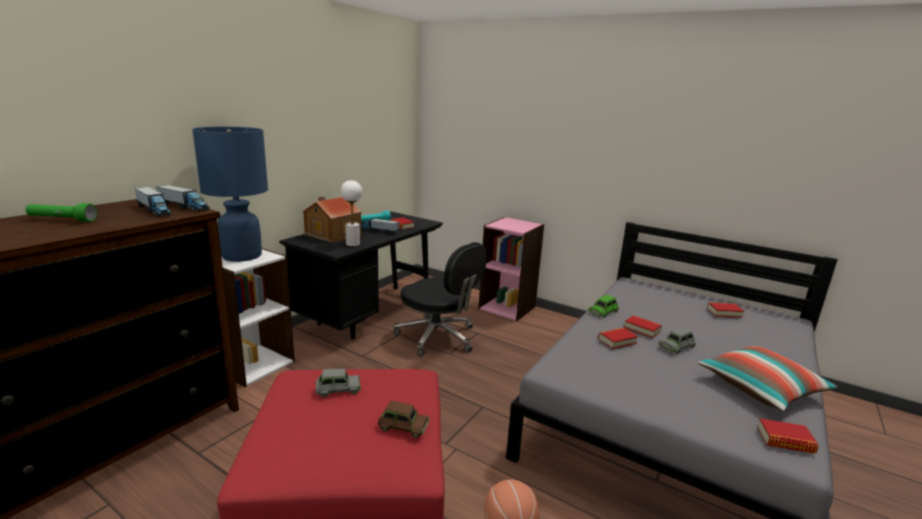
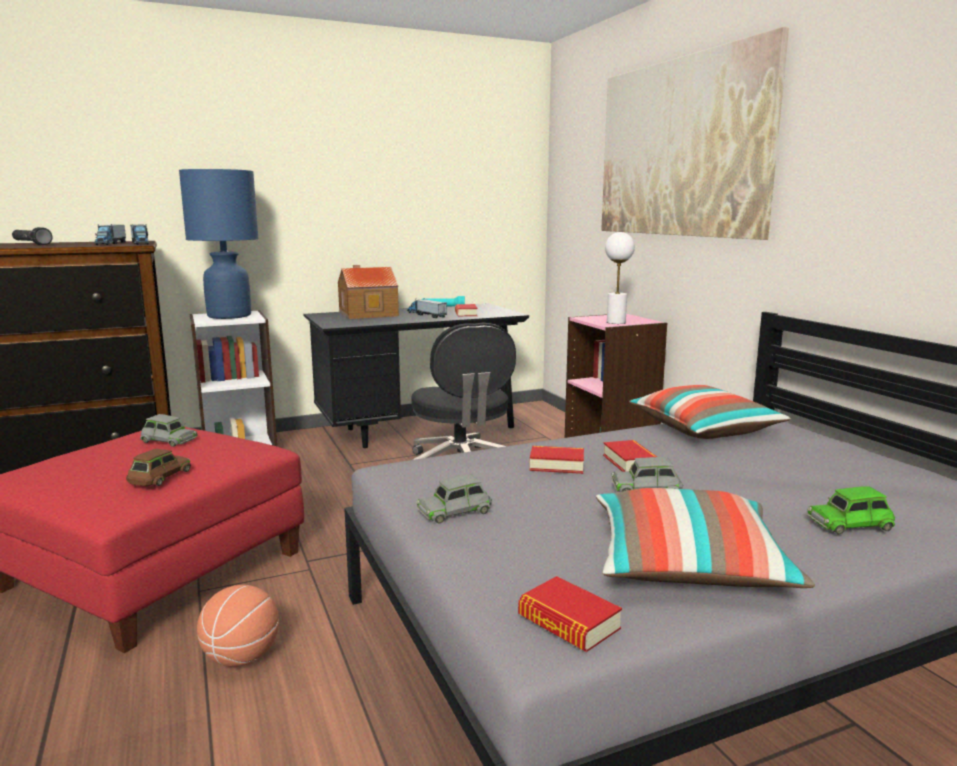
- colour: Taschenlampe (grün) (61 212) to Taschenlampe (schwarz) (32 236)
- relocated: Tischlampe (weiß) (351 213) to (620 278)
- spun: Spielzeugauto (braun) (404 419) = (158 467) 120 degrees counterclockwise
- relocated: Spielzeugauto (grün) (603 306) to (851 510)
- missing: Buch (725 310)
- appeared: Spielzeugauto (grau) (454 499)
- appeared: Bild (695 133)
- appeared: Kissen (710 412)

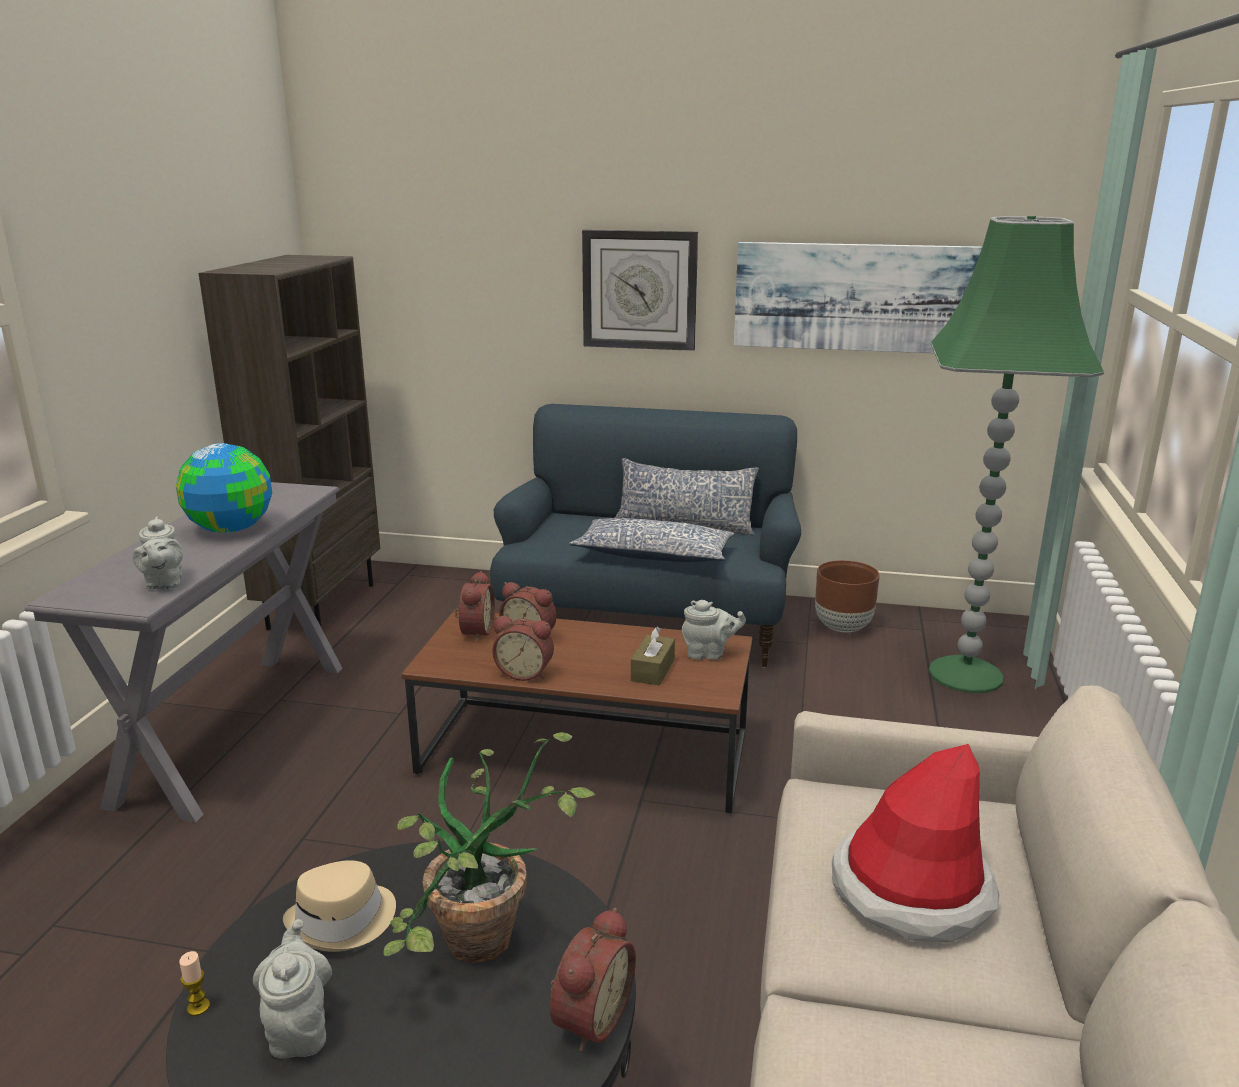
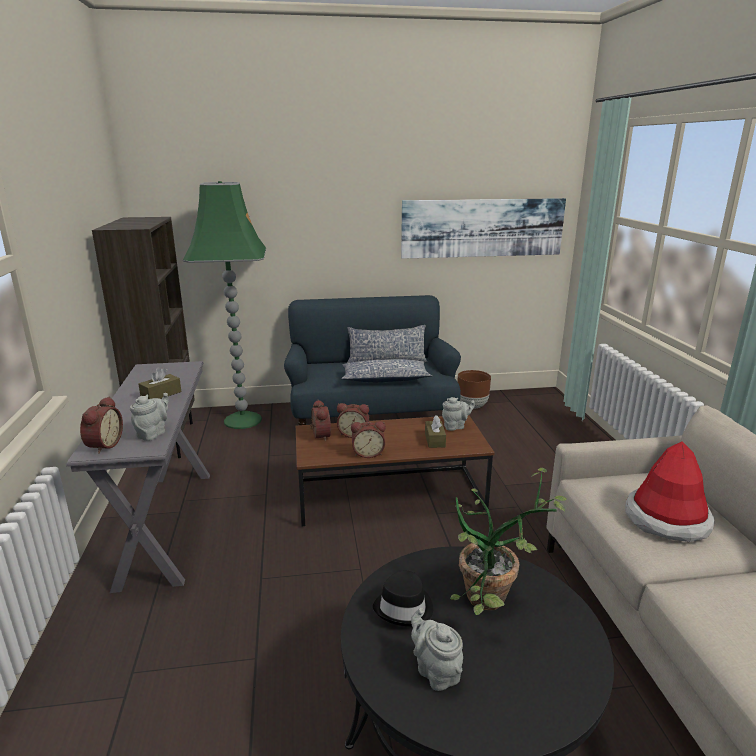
- spun: Teekanne (grau) (157 552) = (149 417) 120 degrees counterclockwise
- exchanged: Globus (224 488) to Taschentuchbox (braun) (159 383)
- missing: Kerze (194 983)
- colour: Hut (beige) (339 906) to Hut (schwarz) (403 598)
- relocated: Wecker (593 980) to (101 425)
- missing: Wanduhr (640 290)
- relocated: Stehlampe (grün) (1016 454) to (224 305)

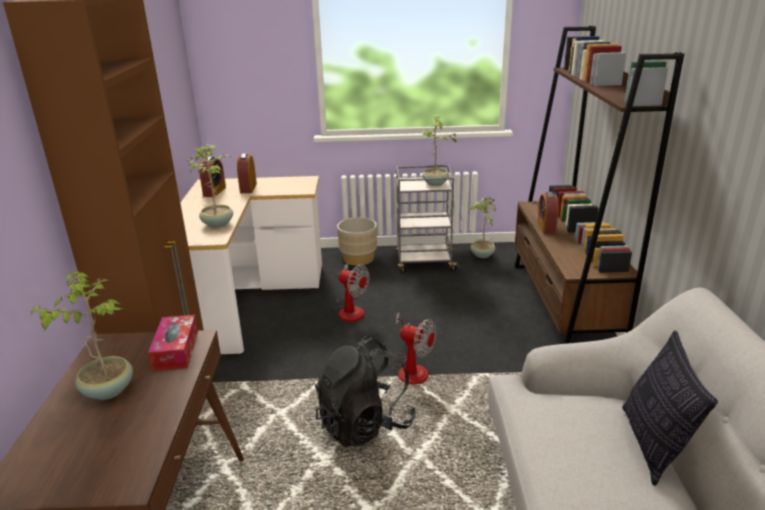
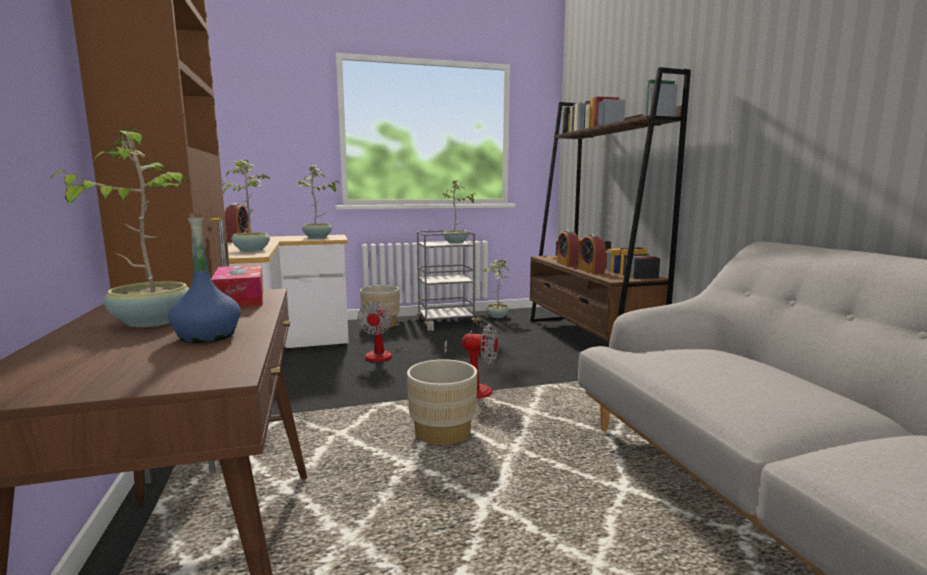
- relocated: Wecker (247 173) to (592 254)
- exchanged: Rucksack (schwarz) (365 391) to Pflanzkübel (beige) (442 402)
- spun: Ventilator (353 292) = (396 331) 75 degrees clockwise
- missing: Kissen (670 408)
- appeared: Flasche (blau) (204 278)
- appeared: Topfpflanze (318 202)

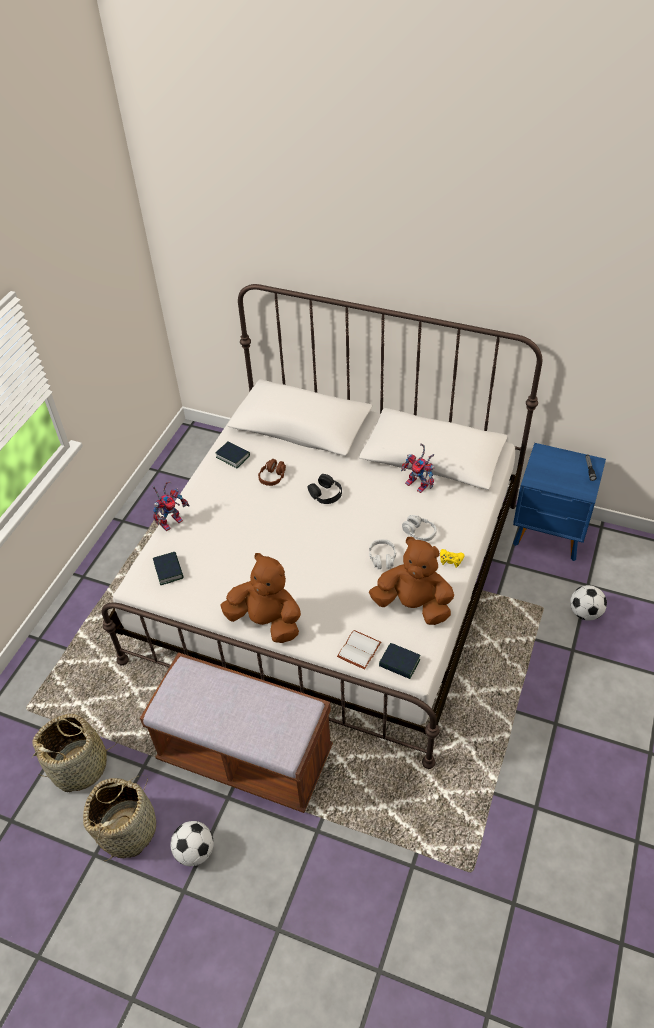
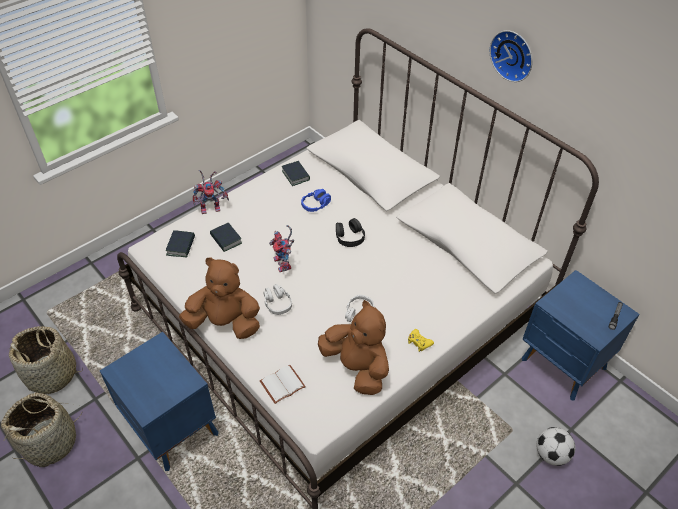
- exchanged: Bank (braun) (236 732) to Nachttisch (blau) (159 401)
- missing: Fußball (192 843)
- spun: Plüschtier (braun) (260 598) = (219 298) 45 degrees counterclockwise
- colour: Kopfhörer (braun) (272 472) to Kopfhörer (blau) (316 200)
- relocated: Buch (399 661) to (226 237)
- relocated: Spielzeugroboter (418 468) to (281 248)
- relocated: Kopfhörer (grau) (419 528) to (277 299)
- appeared: Wanduhr (511 56)

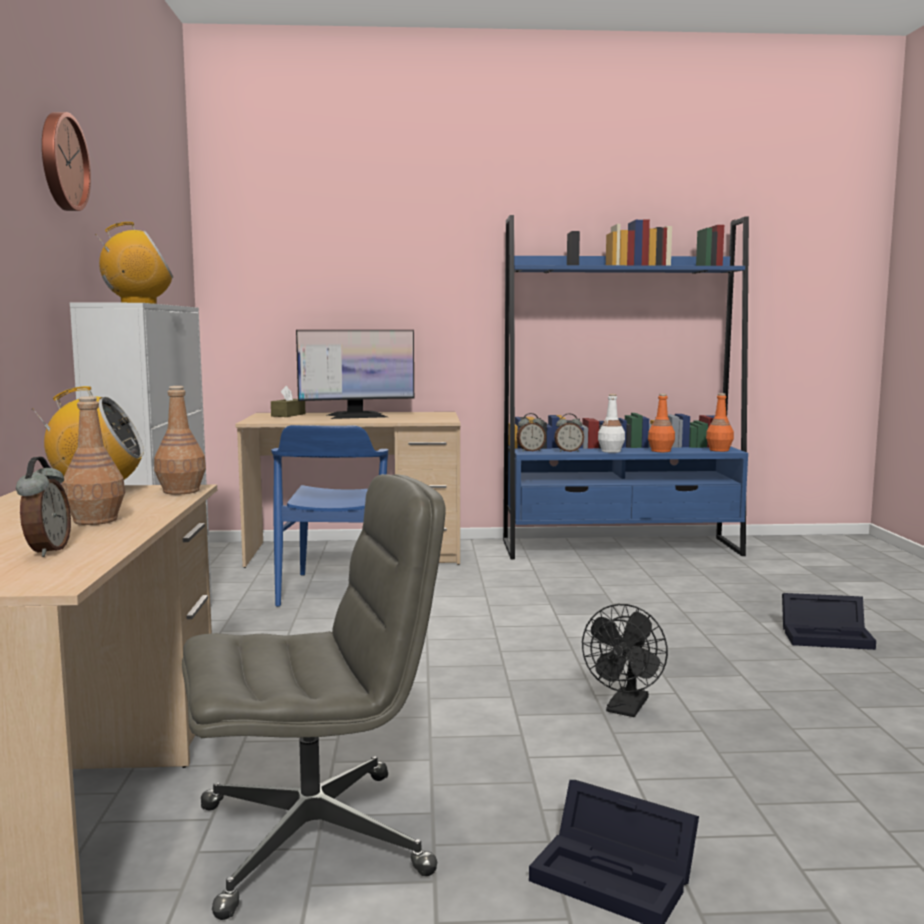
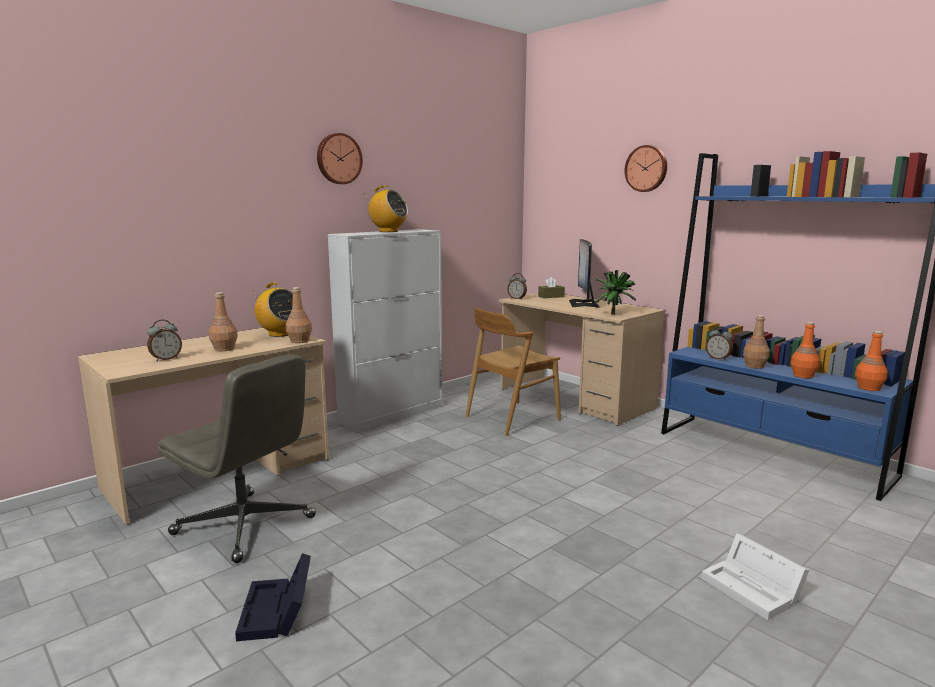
- colour: Stuhl (blau) (329 516) to Stuhl (braun) (513 372)
- spun: Monitor (355 374) = (584 273) 60 degrees clockwise
- relocated: Wecker (531 432) to (517 286)
- missing: Ventilator (schwarz) (625 660)
- colour: Flasche (weiß) (611 423) to Flasche (braun) (756 342)
- colour: Aufbewahrungsbox (schwarz) (829 621) to Aufbewahrungsbox (weiß) (755 576)
- appeared: Topfpflanze (616 292)
- appeared: Wanduhr (646 168)

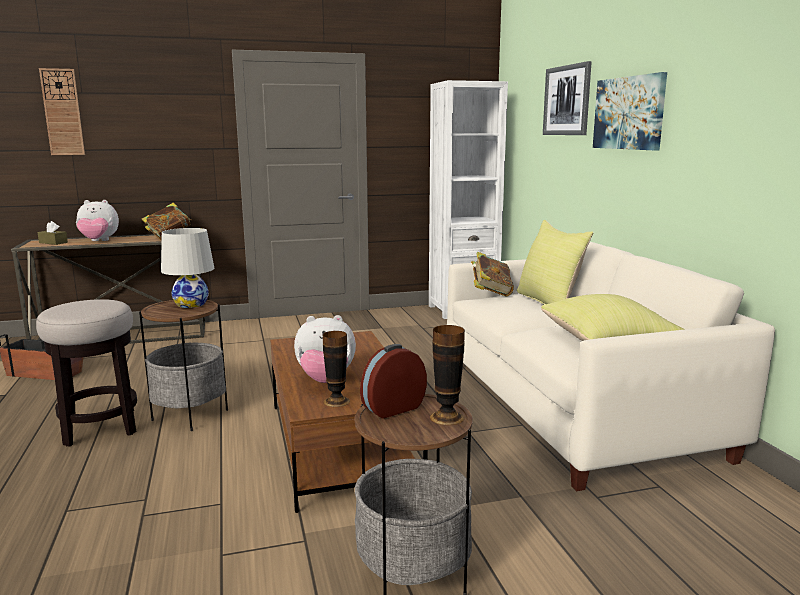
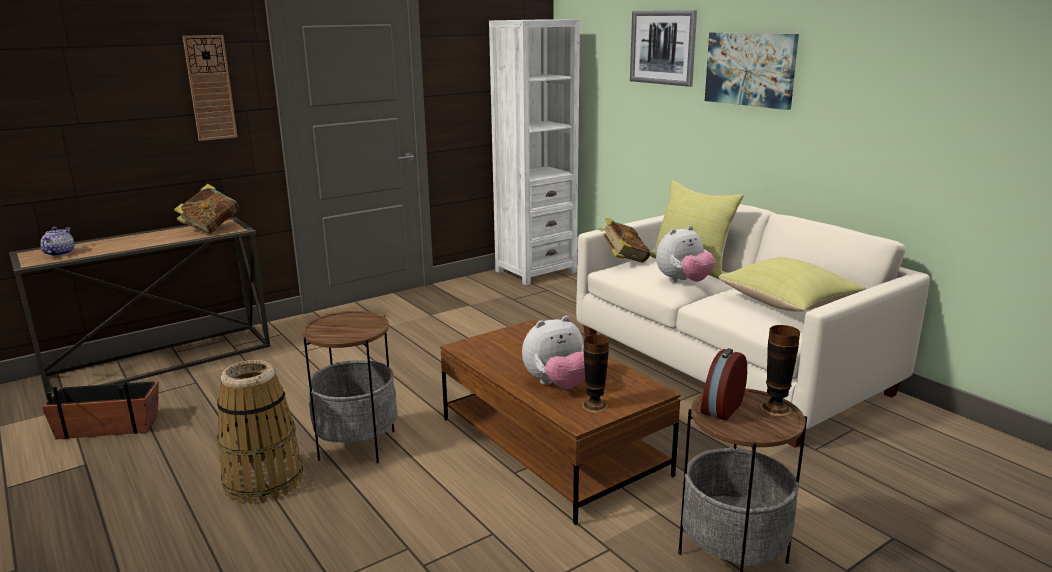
- exchanged: Hocker (86 373) to Korb (260 432)
- exchanged: Taschentuchbox (braun) (52 233) to Teekanne (57 241)
- relocated: Wanduhr (62 111) to (209 88)
- relocated: Plüschtier (97 220) to (685 254)
- missing: Tischlampe (weiß) (187 268)

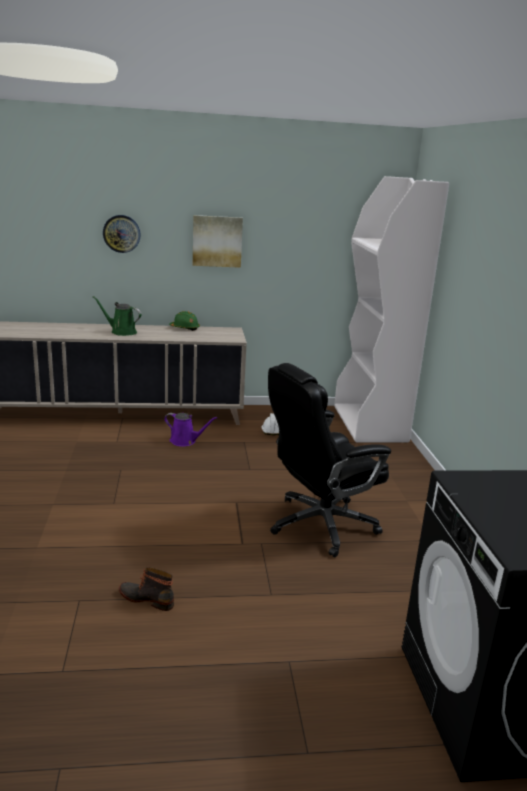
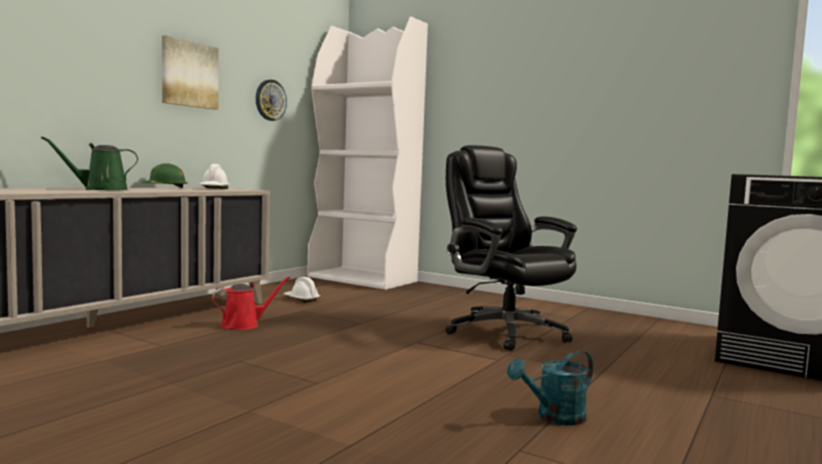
- relocated: Wanduhr (122 234) to (271 100)
- exchanged: Stiefel (146 589) to Gießkanne (türkis) (550 387)
- colour: Gießkanne (lila) (191 429) to Gießkanne (rot) (251 303)
- spun: Bürostuhl (schwarz) (329 460) = (511 248) 135 degrees clockwise
- appeared: Schutzhelm (weiß) (214 176)

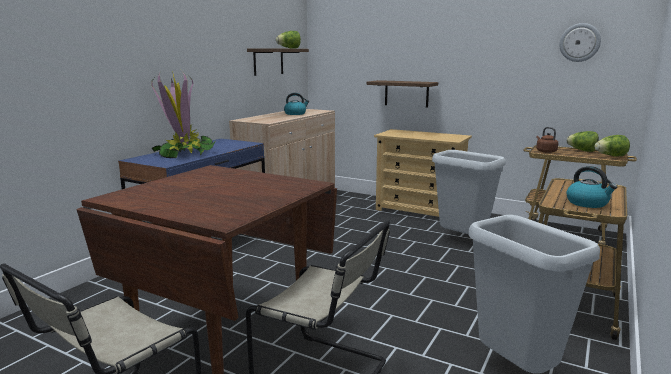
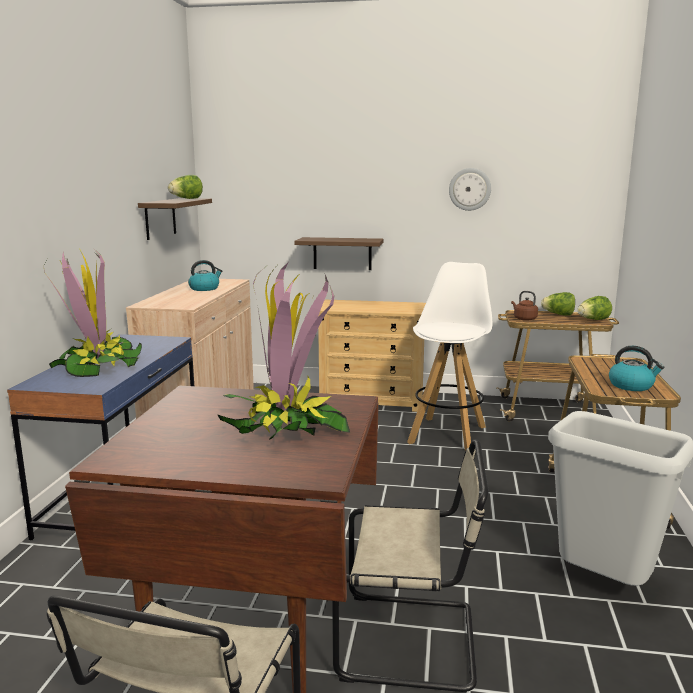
- exchanged: Mülleimer (grau) (469 192) to Hocker (weiß) (449 356)
- relocated: Wanduhr (580 42) to (470 189)
- appeared: Topfpflanze (283 350)

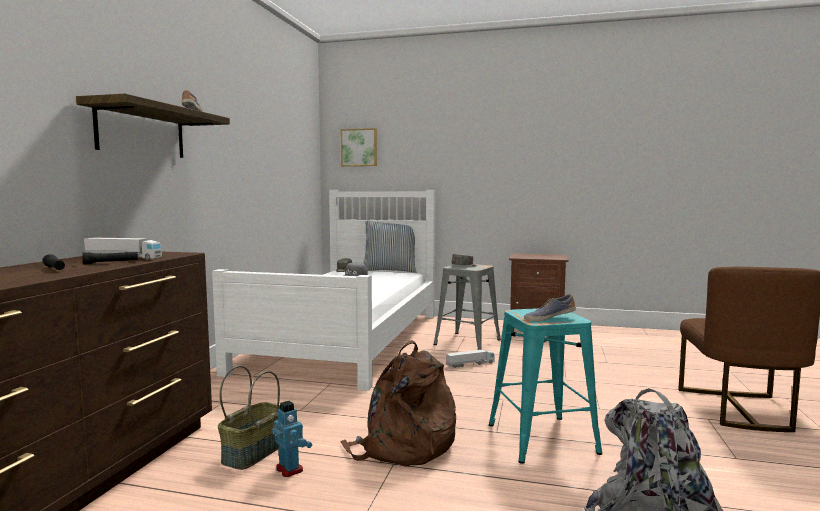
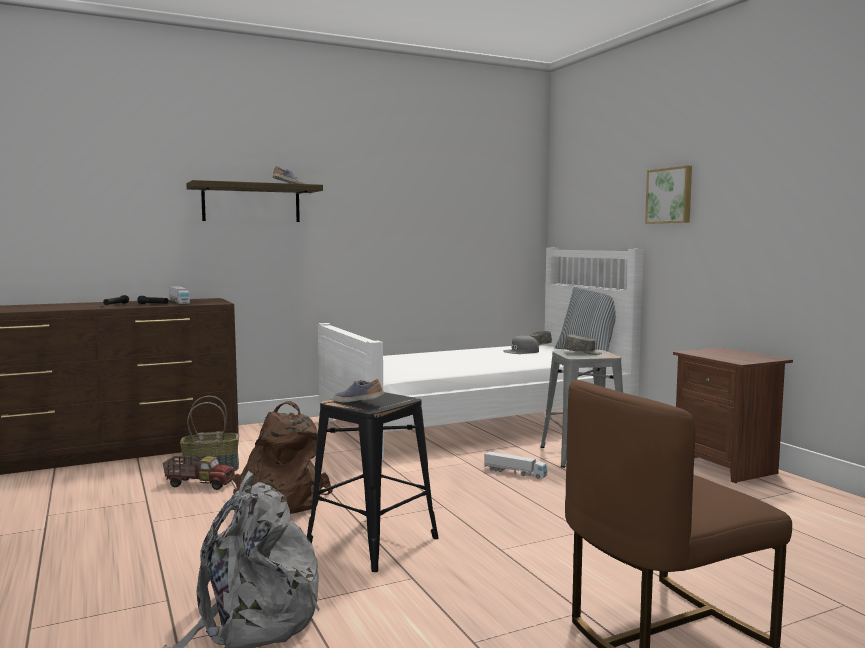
- exchanged: Spielzeugroboter (292 439) to Spielzeuglaster (199 473)
- relocated: Bild (359 147) to (668 194)
- colour: Hocker (türkis) (545 386) to Hocker (schwarz) (373 482)

